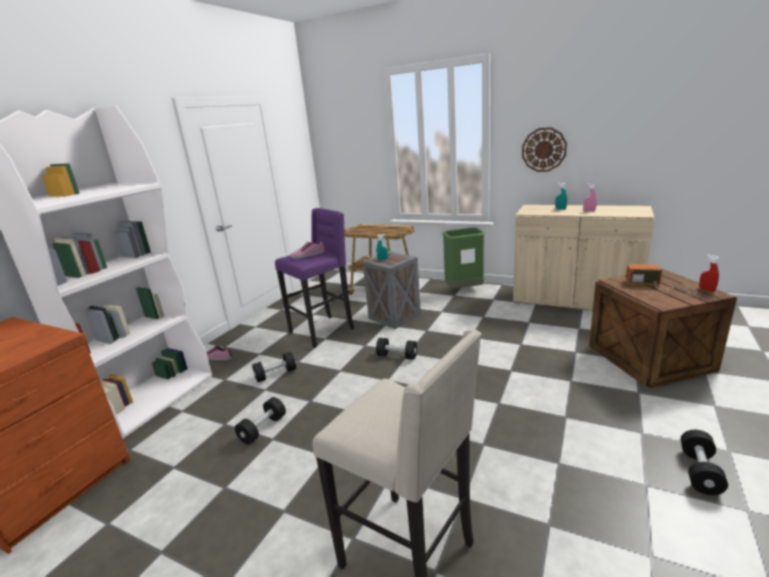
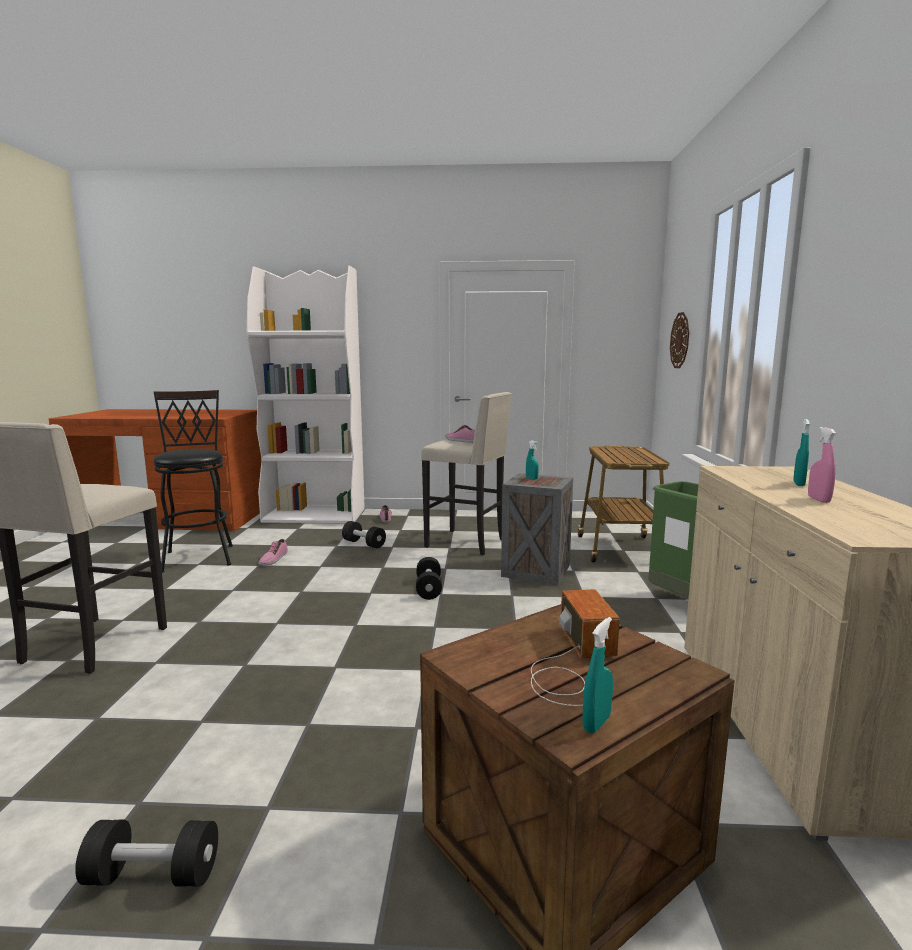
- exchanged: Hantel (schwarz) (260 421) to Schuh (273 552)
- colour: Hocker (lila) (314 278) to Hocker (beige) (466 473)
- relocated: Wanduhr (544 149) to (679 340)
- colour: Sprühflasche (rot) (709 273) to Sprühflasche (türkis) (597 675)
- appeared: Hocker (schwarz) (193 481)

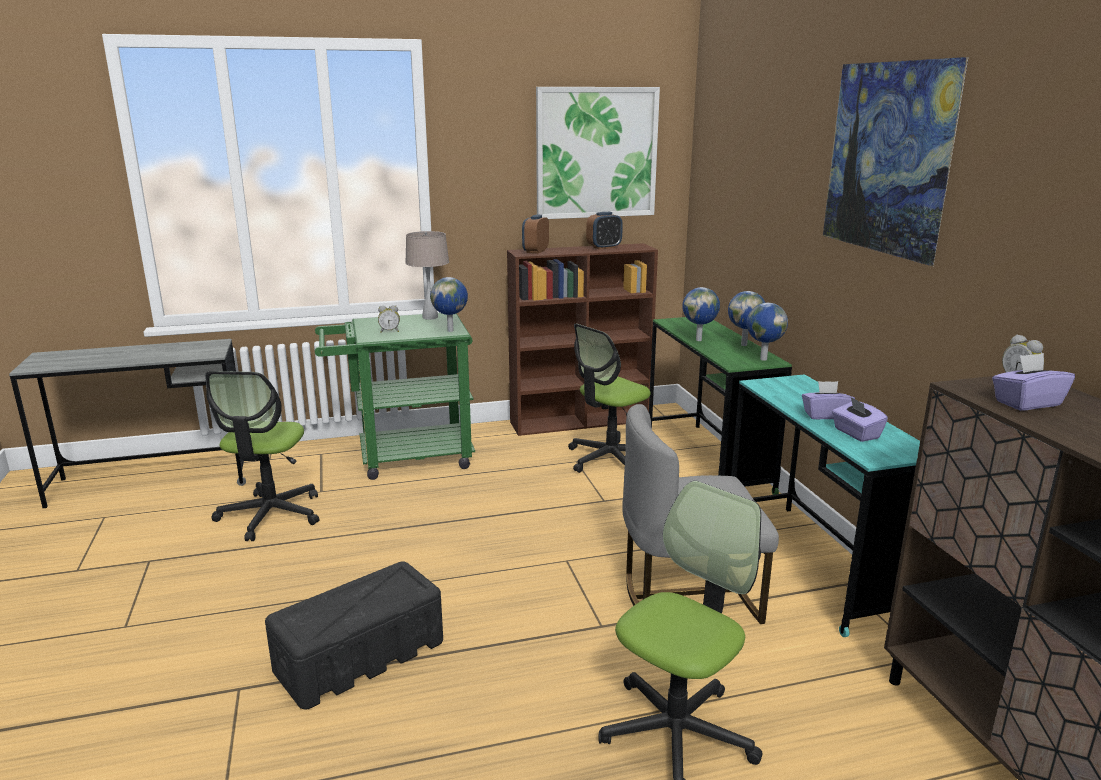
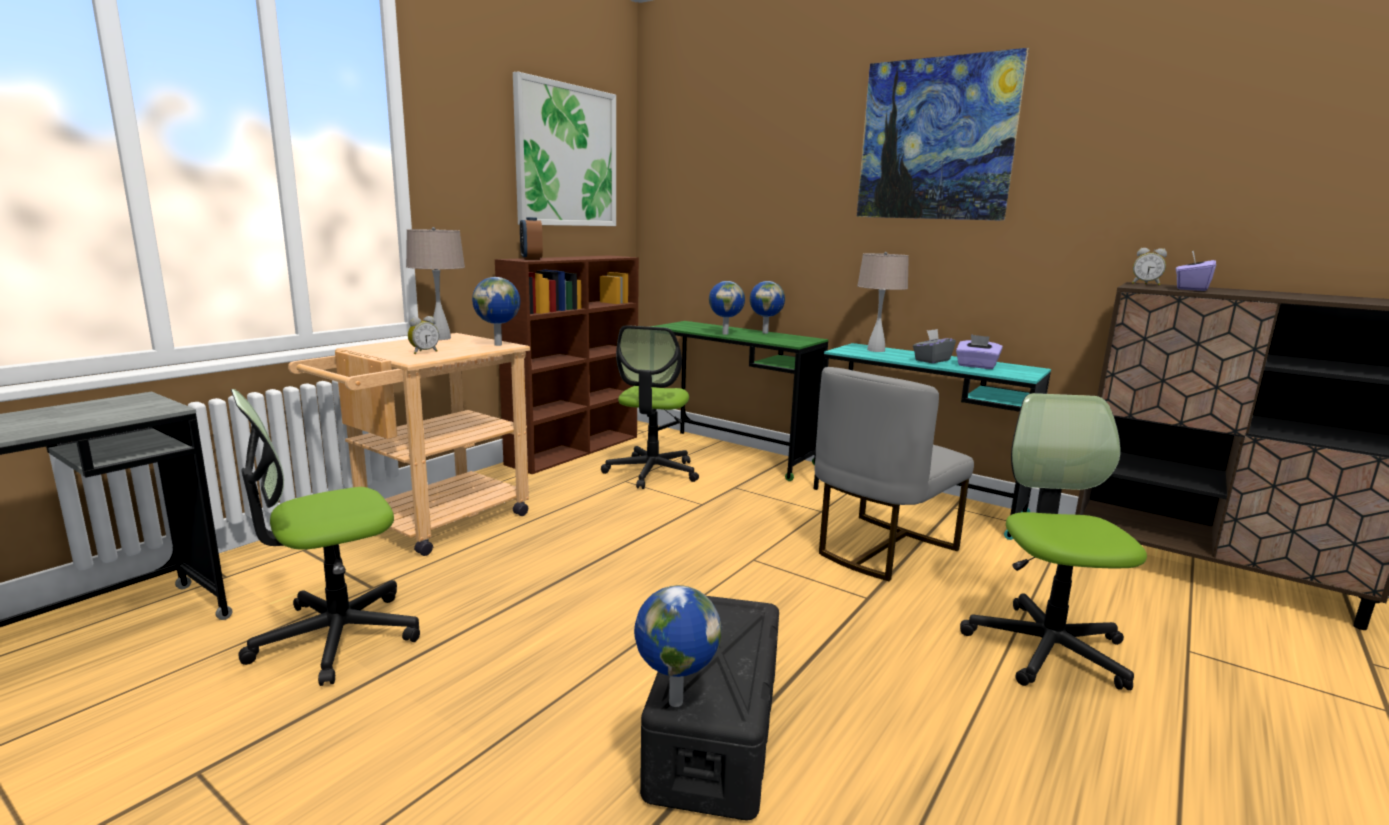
- spun: Bürostuhl (262 456) = (325 537) 90 degrees clockwise
- colour: Rollwagen (grün) (395 396) to Rollwagen (beige) (409 444)
- missing: Wecker (604 230)
- relocated: Globus (767 332) to (677 646)
- colour: Taschentuchbox (lila) (828 400) to Taschentuchbox (grau) (934 346)
- appeared: Tischlampe (beige) (883 302)

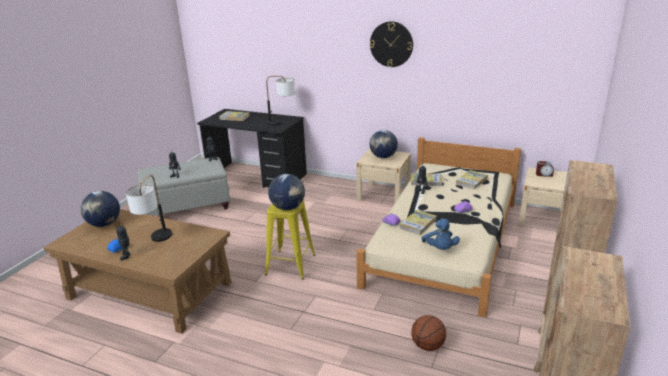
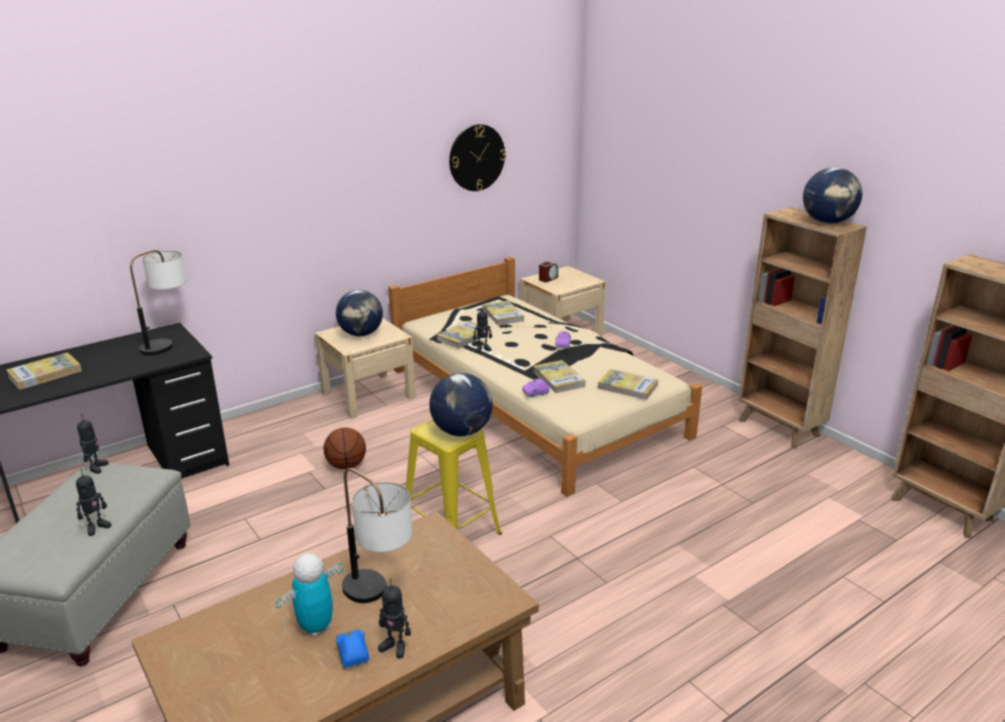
- relocated: Globus (100 209) to (832 195)
- relocated: Wanduhr (391 44) to (477 157)
- relocated: Basketball (428 333) to (345 449)
- exchanged: Plüschtier (blau) (441 234) to Buch (628 384)
- appeared: Spielzeugroboter (309 595)

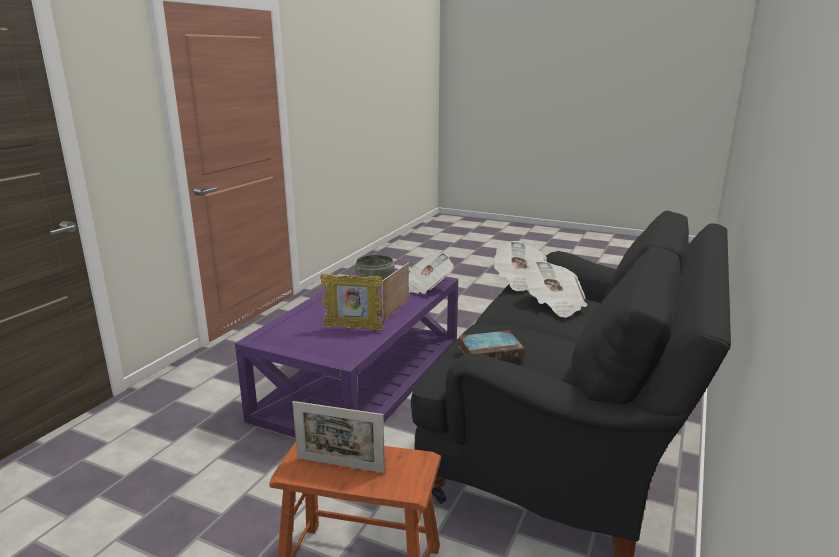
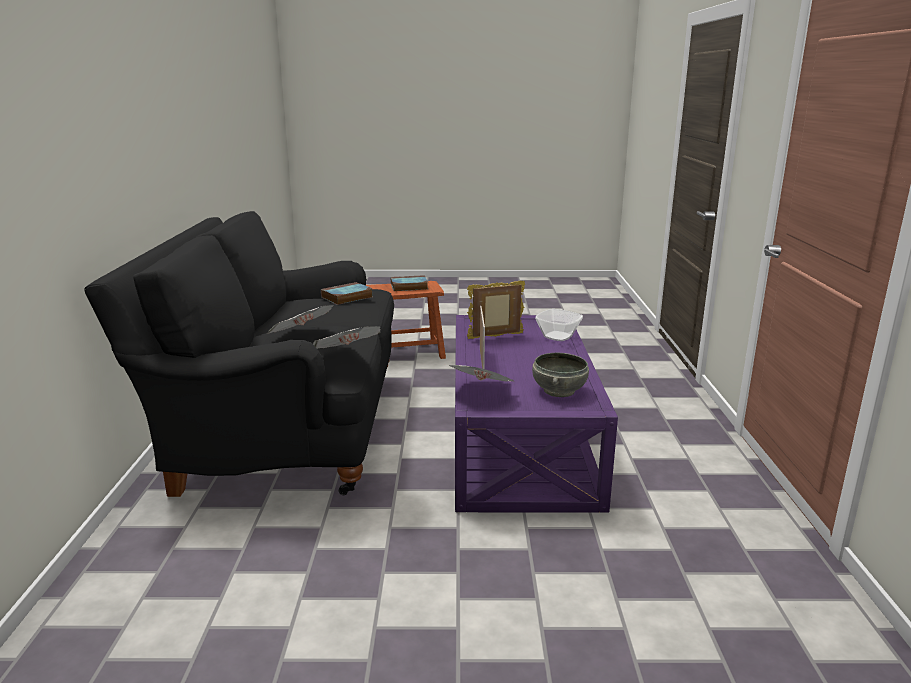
- exchanged: Bilderrahmen (338 437) to Buch (409 283)
- appeared: Schüssel (559 325)

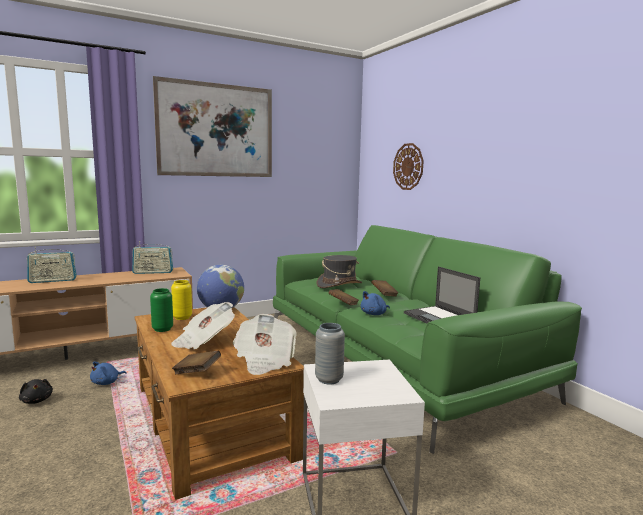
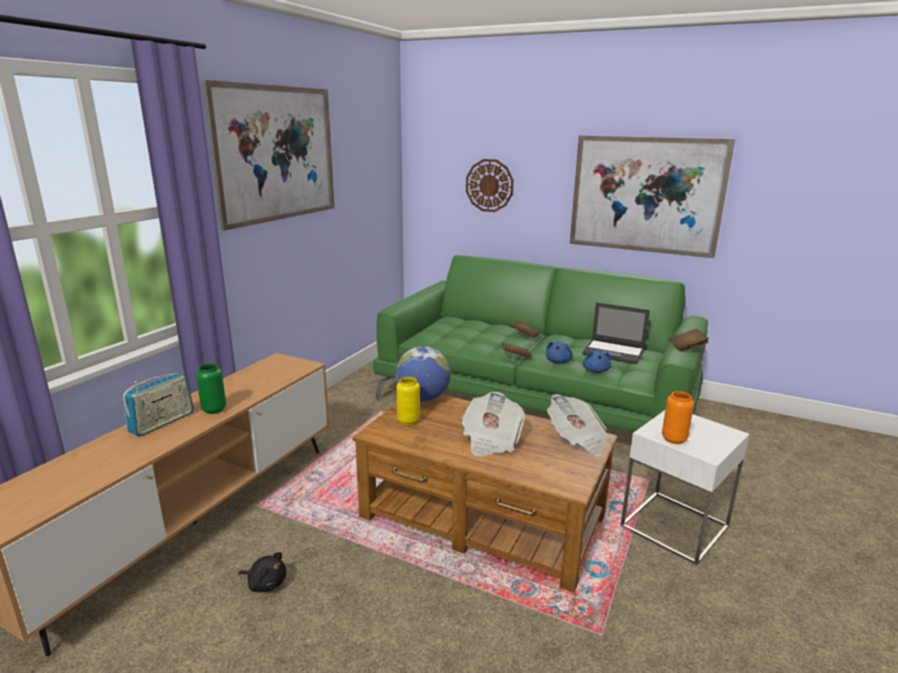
- relocated: Plüschtier (blau) (108 373) to (596 361)
- missing: Radio (152 257)
- relocated: Vase (grün) (161 310) to (211 389)
- relocated: Buch (braun) (196 362) to (689 340)
- colour: Vase (grau) (330 353) to Vase (orange) (678 417)
- missing: Hut (grau) (339 271)
- appeared: Bild (652 197)

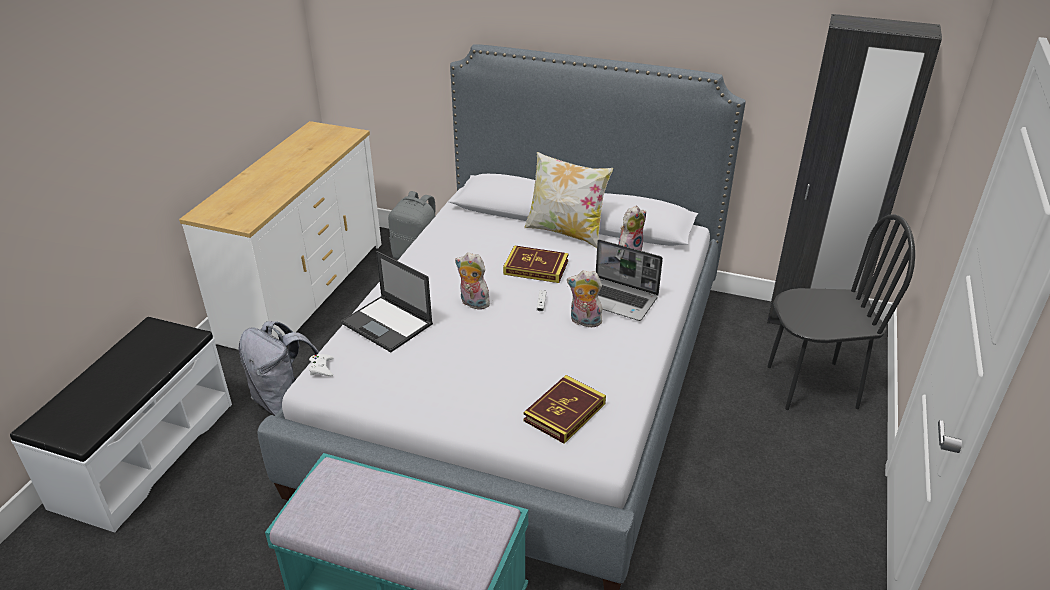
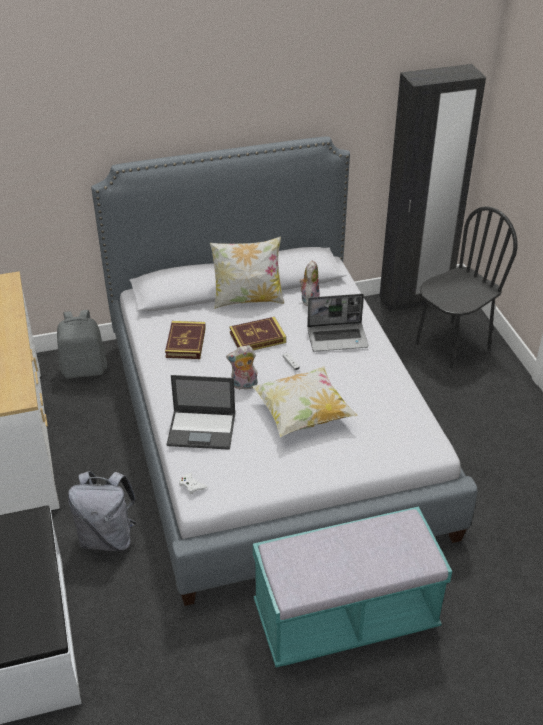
- relocated: Buch (565 409) to (185 340)
- missing: Plüschtier (584 298)
- appeared: Kissen (304 401)

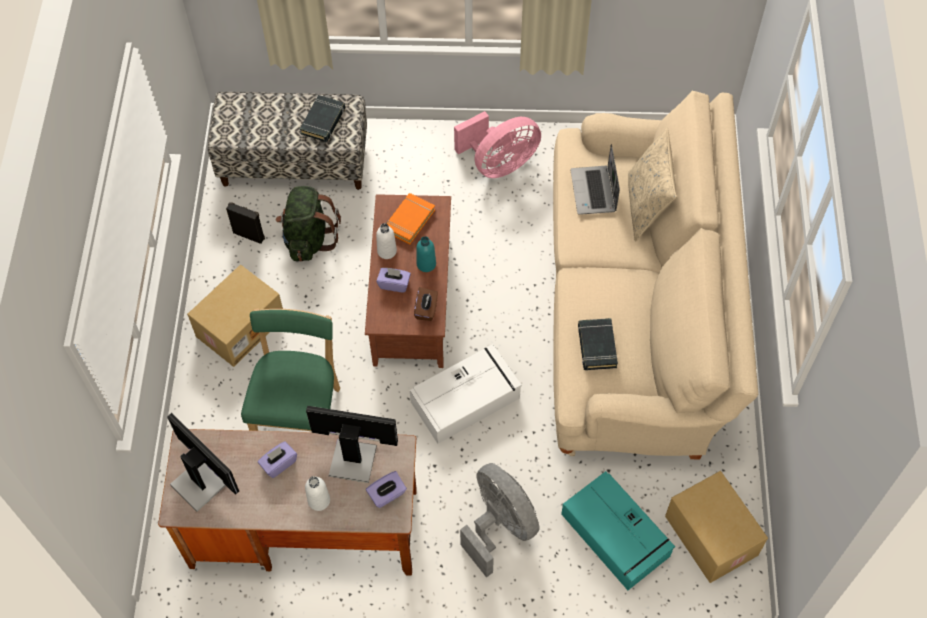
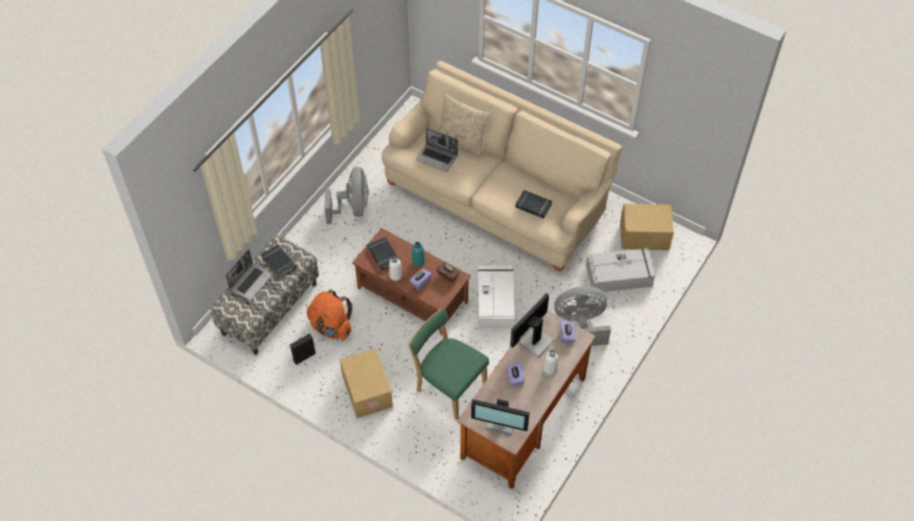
- spun: Monitor (203 462) = (500 417) 150 degrees counterclockwise
- colour: Rucksack (grün) (308 223) to Rucksack (orange) (330 315)
- colour: Buch (orange) (410 219) to Buch (schwarz) (383 253)
- colour: Ventilator (rosa) (497 144) to Ventilator (grau) (346 195)
- colour: Aufbewahrungsbox (türkis) (618 530) to Aufbewahrungsbox (grau) (621 270)
- appeared: Laptop (249 274)

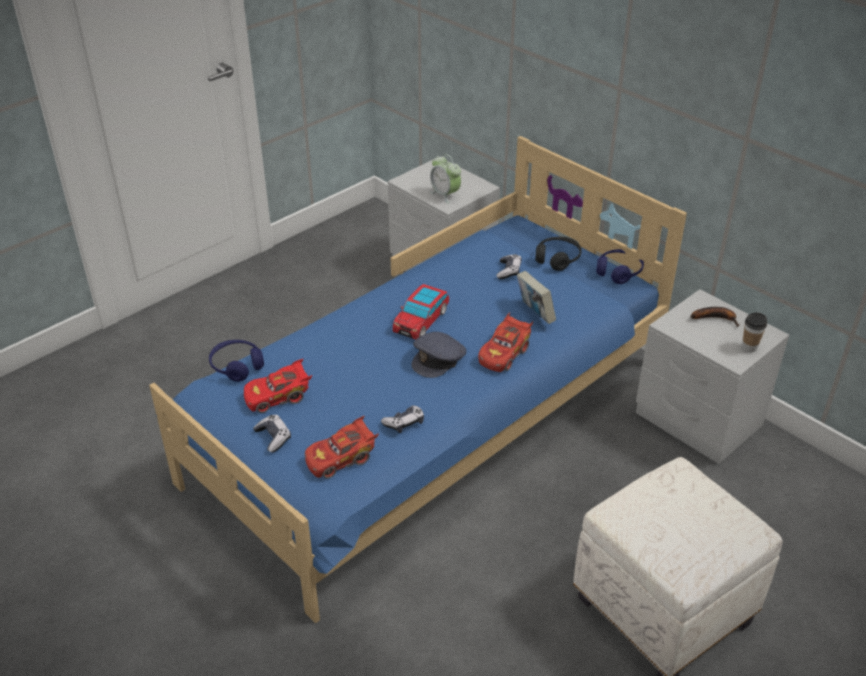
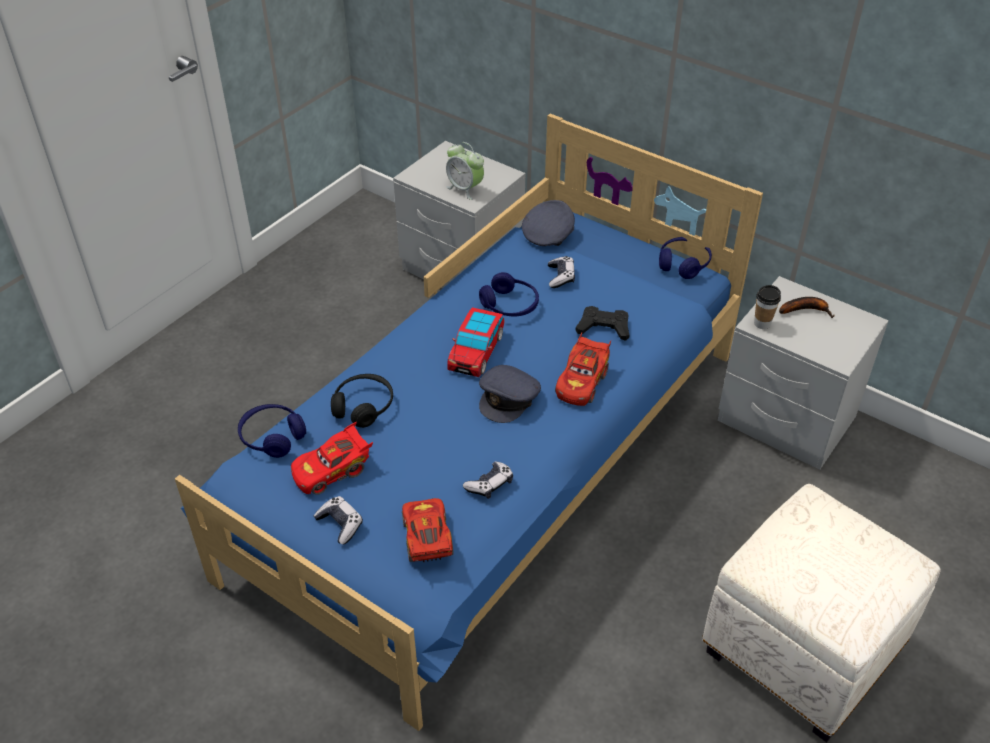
- spun: Spielzeugauto (rot) (342 447) = (428 530) 120 degrees clockwise
- exchanged: Buch (536 297) to Gamepad (schwarz) (603 323)
- relocated: Kopfhörer (schwarz) (558 254) to (362 401)
- relocated: Tasse (754 333) to (767 307)
- appeared: Kopfhörer (blau) (509 294)
- appeared: Kappe (grau) (548 223)

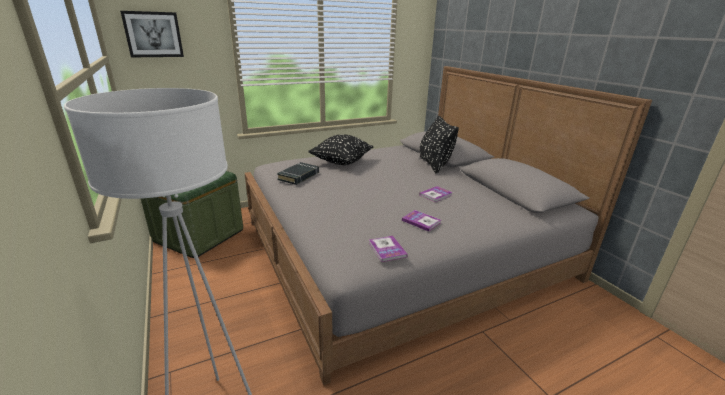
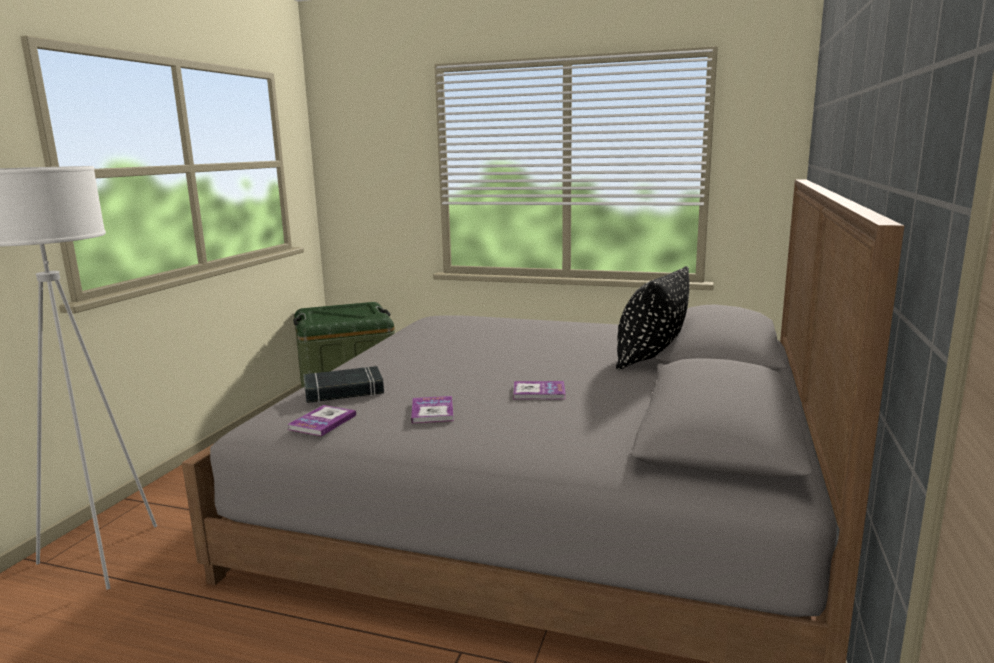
- missing: Bild (152 34)
- relocated: Buch (schwarz) (298 173) to (343 384)
- missing: Kissen (schwarz) (340 150)

